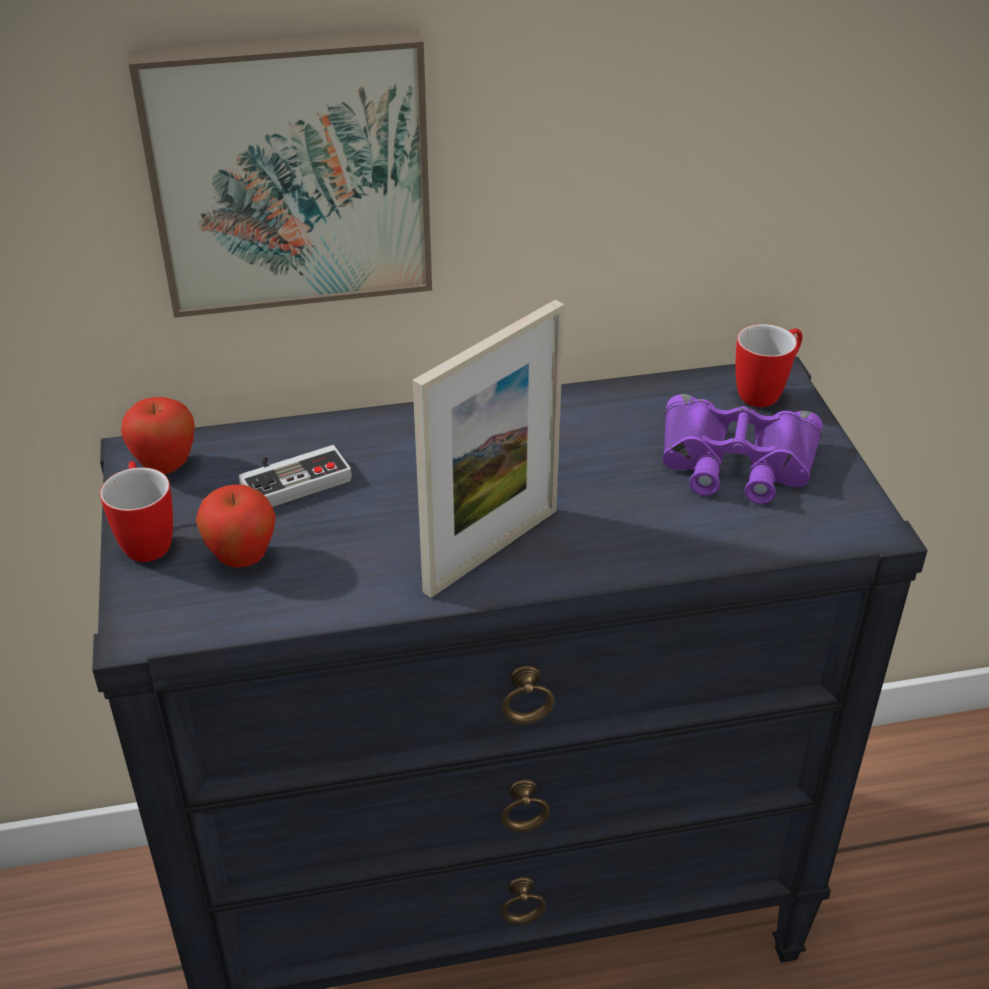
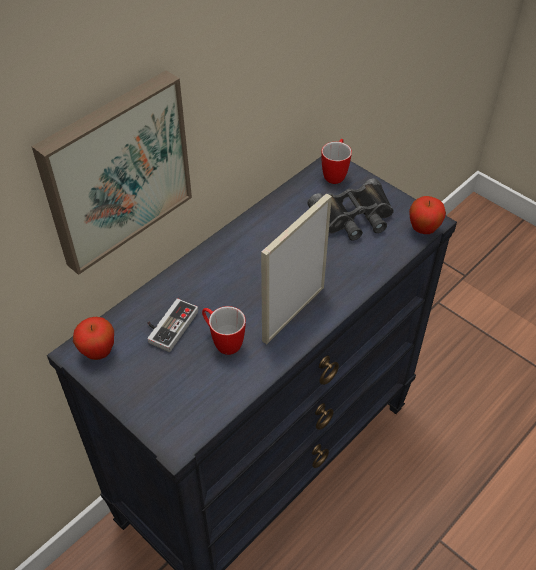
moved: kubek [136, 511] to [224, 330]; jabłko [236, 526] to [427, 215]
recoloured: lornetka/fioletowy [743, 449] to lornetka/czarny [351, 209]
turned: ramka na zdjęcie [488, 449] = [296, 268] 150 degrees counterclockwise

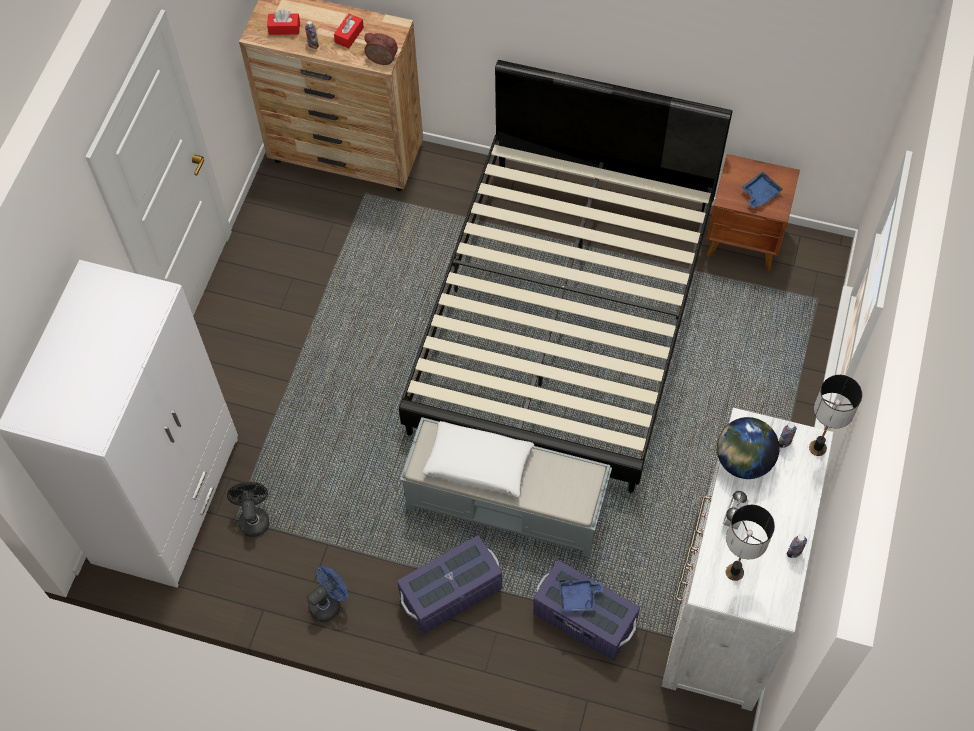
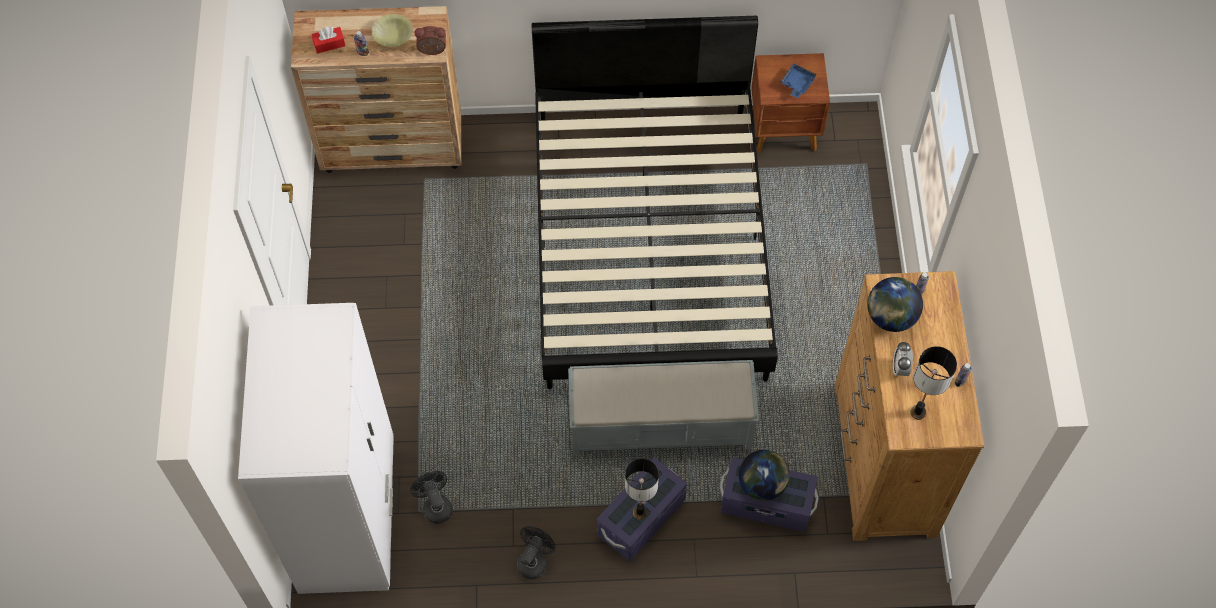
removed: poduszka/biały [478, 459]
moved: lampa stołowa [835, 415] to [642, 489]
replaced: pudełko chusteczek/czerwony [349, 31] to miska/żółty [392, 30]; taca/niebieski [581, 595] to globus [764, 475]
recoloured: wentylator/niebieski [327, 594] to wentylator/czarny [536, 553]; komoda/biały [747, 559] to komoda/brązowy [910, 406]

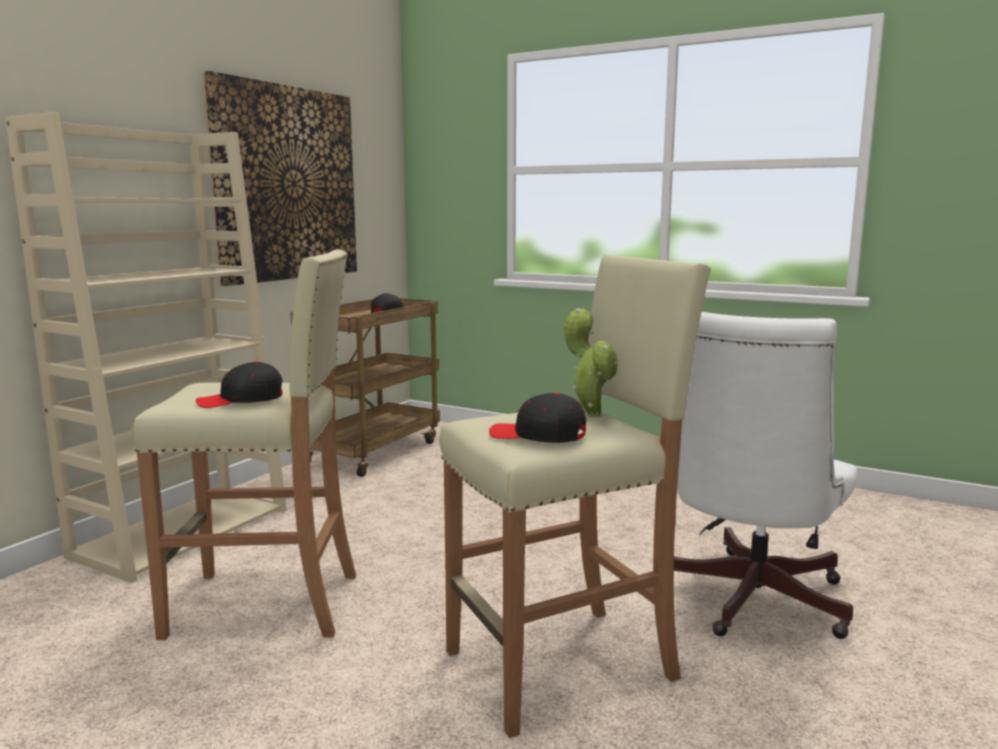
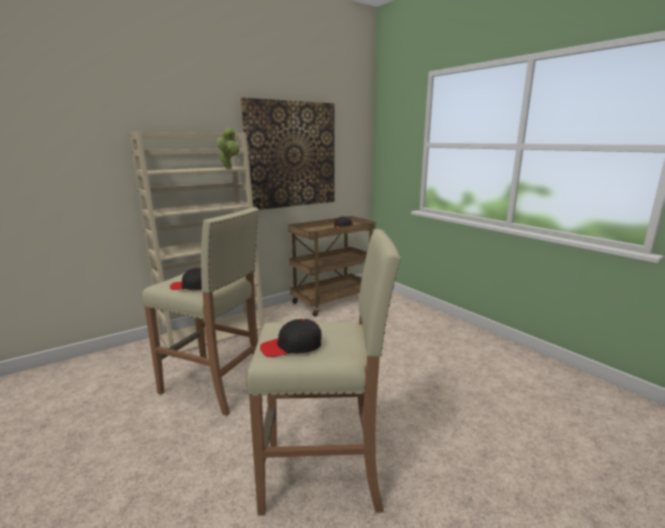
removed: krzesło biurowe/biały [765, 475]
moved: roślina doniczkowa [591, 362] to [228, 148]
turned: czapka z daszkiem/czarny [537, 417] = [290, 338] 60 degrees counterclockwise

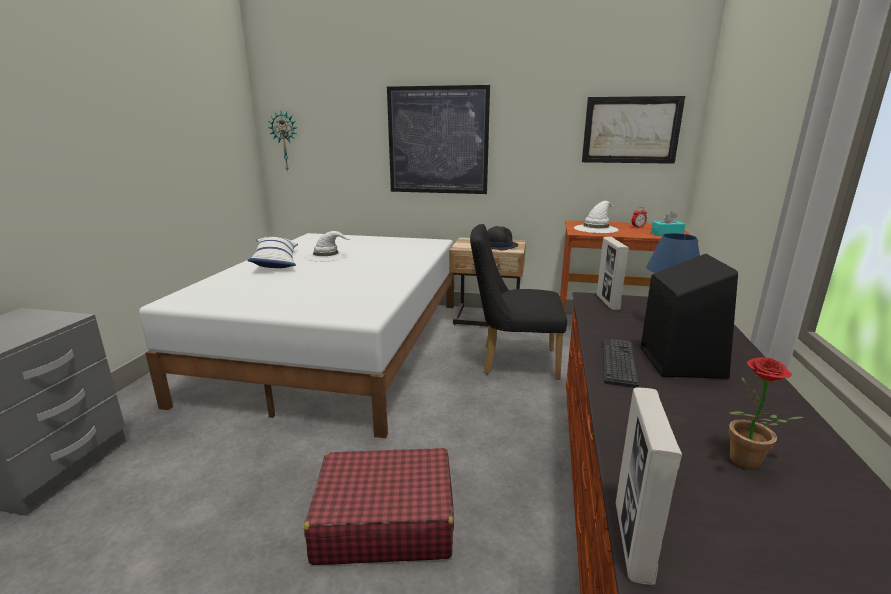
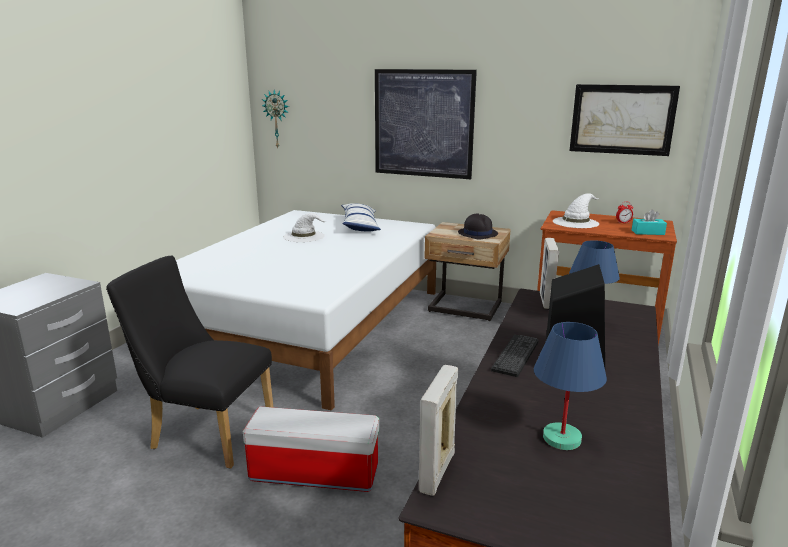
moved: poduszka [272, 252] to [361, 217]; krzesło/czarny [518, 302] to [190, 362]
replaced: walizka/czerwony [379, 506] to pojemnik do przechowywania [311, 449]; roślina doniczkowa [766, 413] to lampa stołowa/niebieski [570, 386]

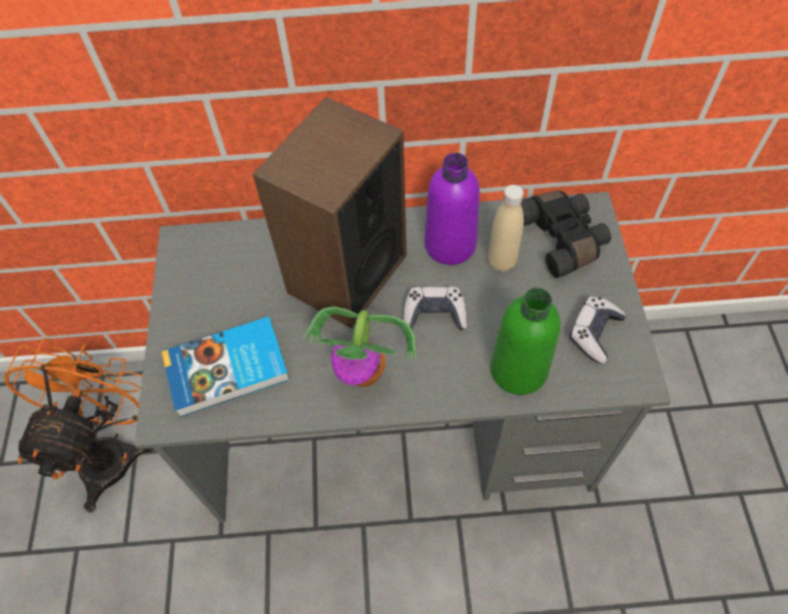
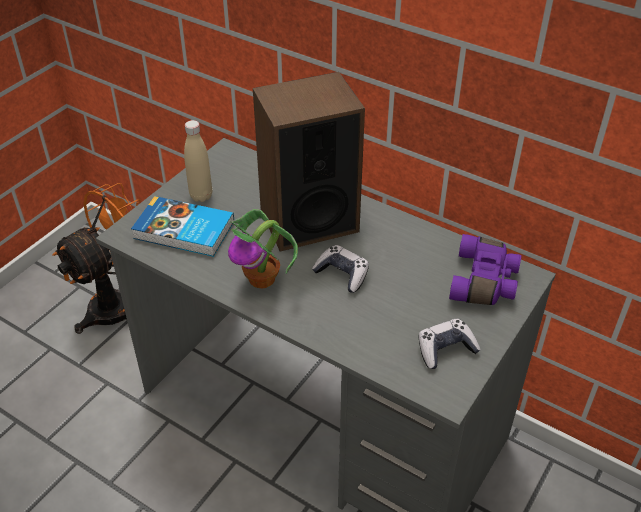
removed: butelka/fioletowy [452, 209]; butelka/zielony [525, 341]
moved: butelka/beżowy [506, 228] to [198, 161]
recoloured: lornetka/czarny [566, 234] to lornetka/fioletowy [485, 269]

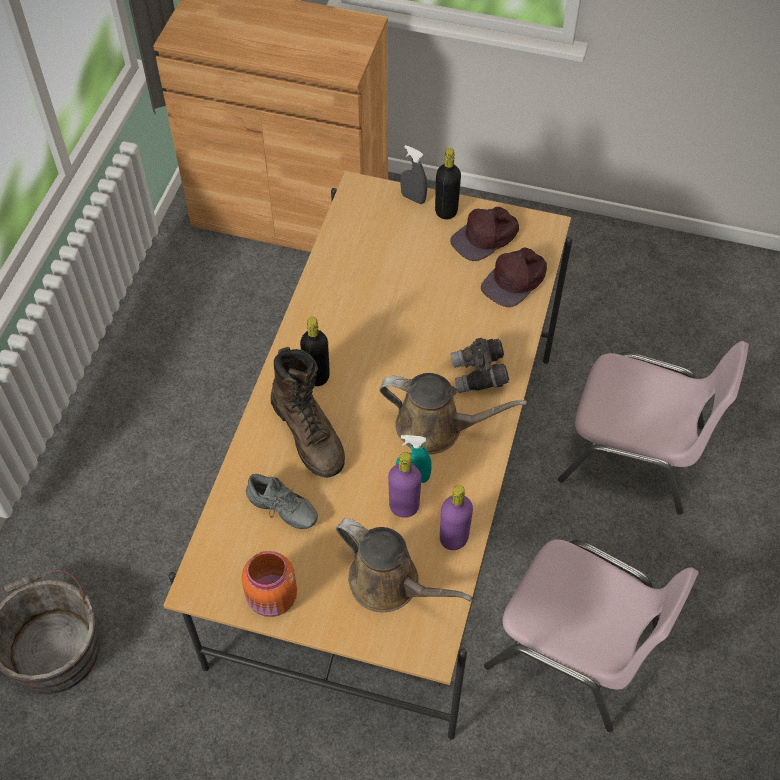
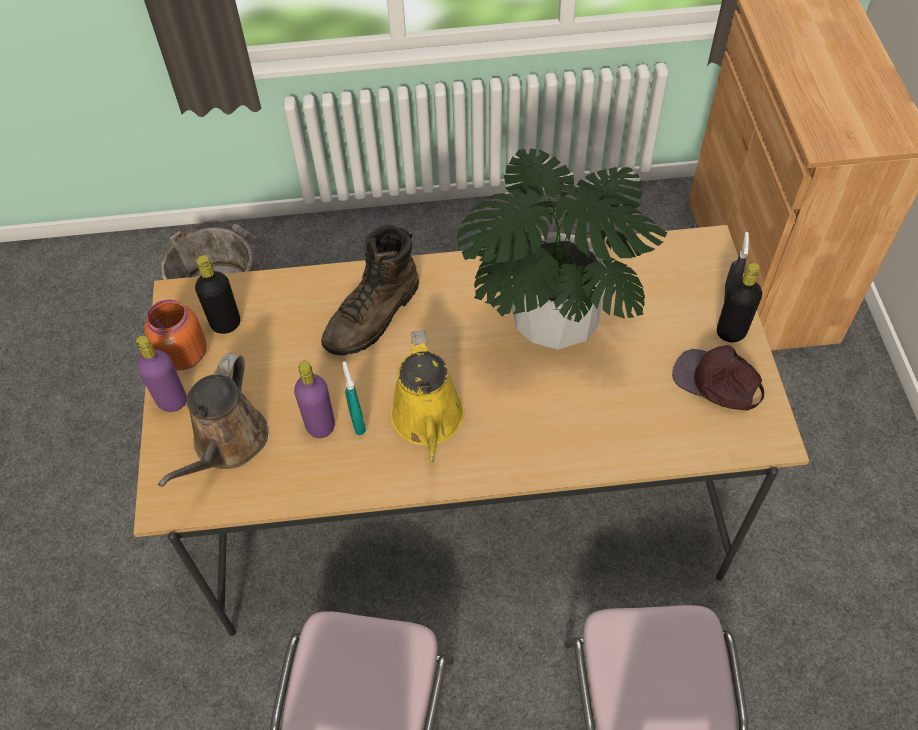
removed: but/szary [282, 501]; lornetka/szary [480, 365]; czapka z daszkiem/brązowy [514, 277]
added: roślina doniczkowa [561, 249]
moved: butelka/czarny [315, 351] to [217, 294]; butelka/fioletowy [456, 517] to [161, 374]
recoloured: konewka/brązowy [453, 413] to konewka/żółty [427, 396]

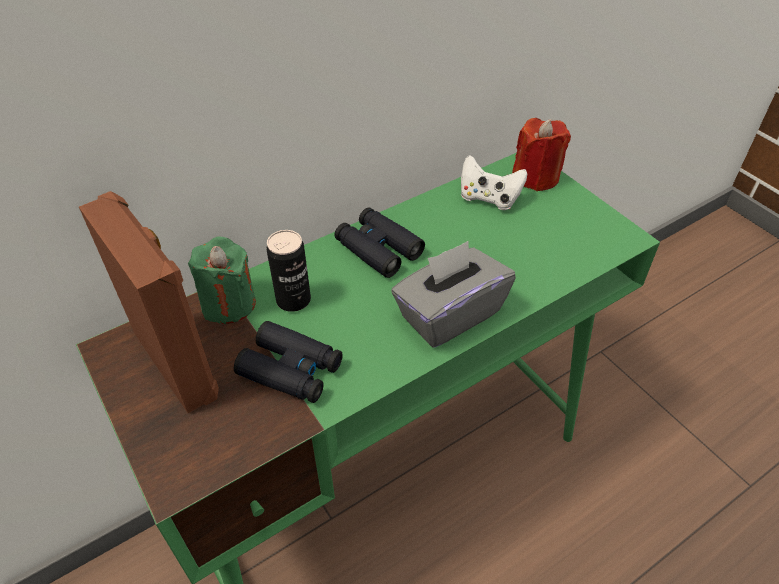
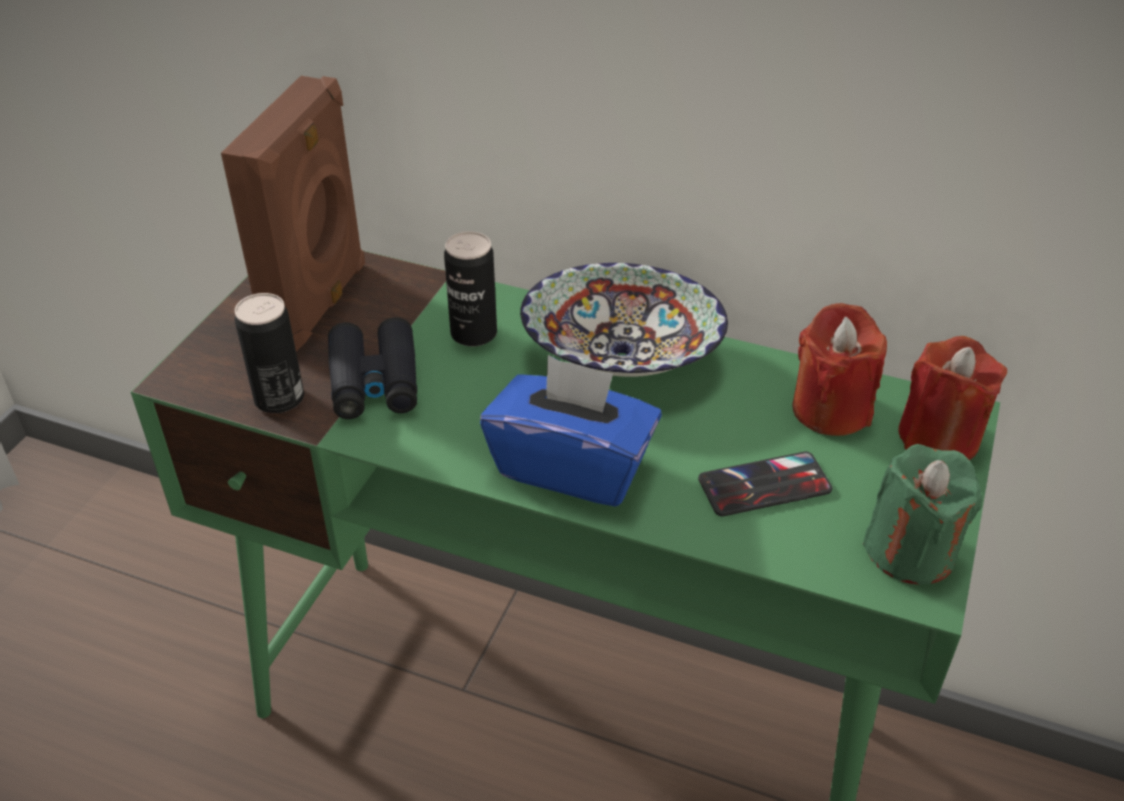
added: puszka [269, 353]; telefon [765, 484]
moved: świeca/zielony [222, 280] to [922, 514]
replaced: lornetka/czarny [380, 242] to miska [624, 320]; pad do gier/biały [494, 182] to świeca/czerwony [839, 369]
recoloured: pudełko chusteczek/szary [453, 294] to pudełko chusteczek/niebieski [571, 431]

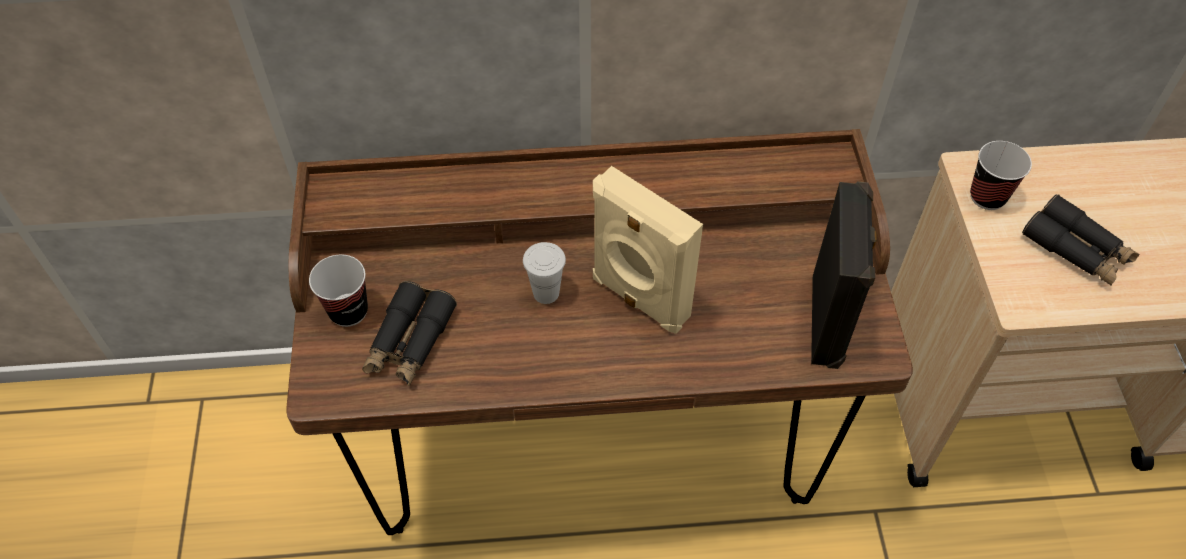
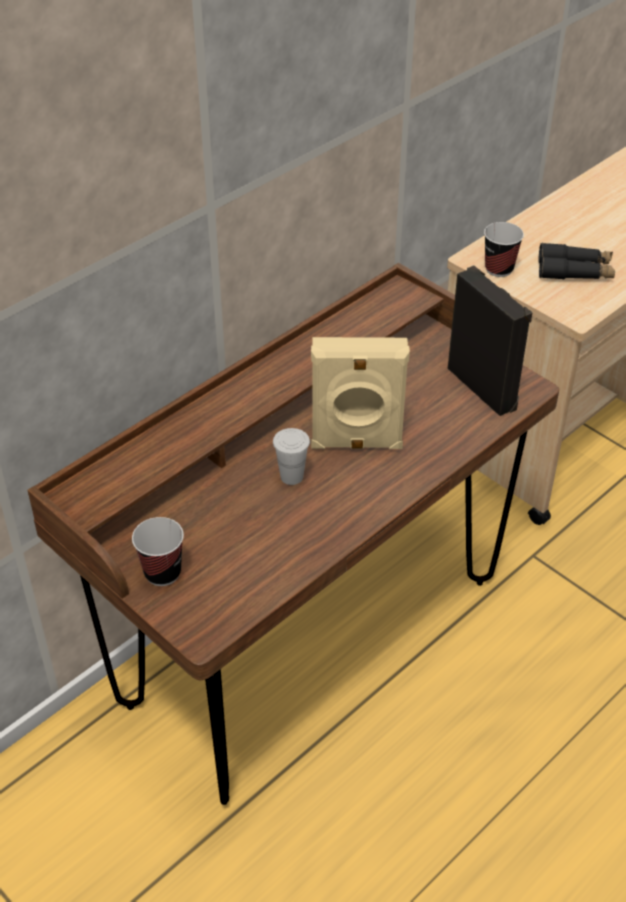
removed: lornetka/czarny [409, 333]

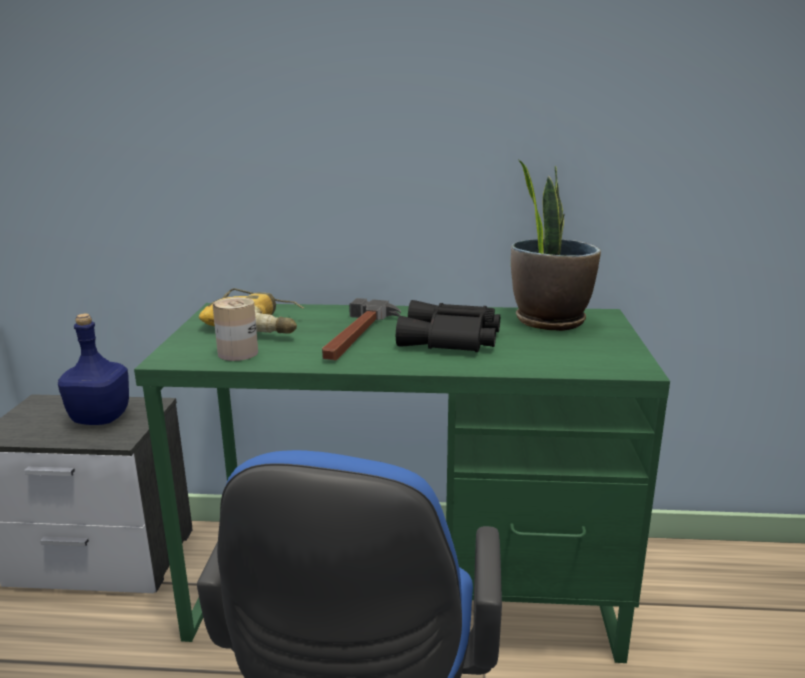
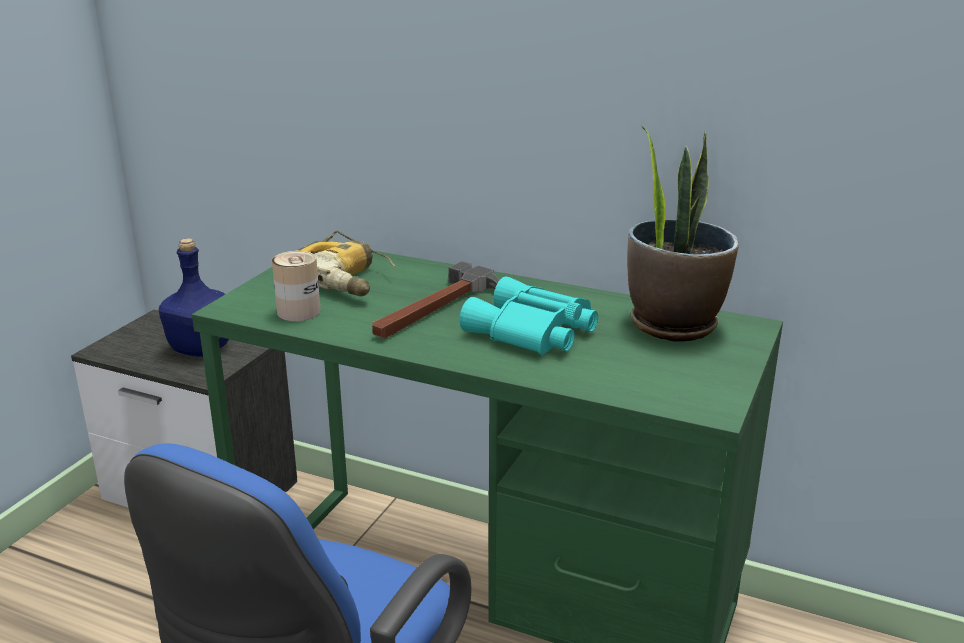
recoloured: lornetka/czarny [448, 326] to lornetka/turkusowy [529, 315]

